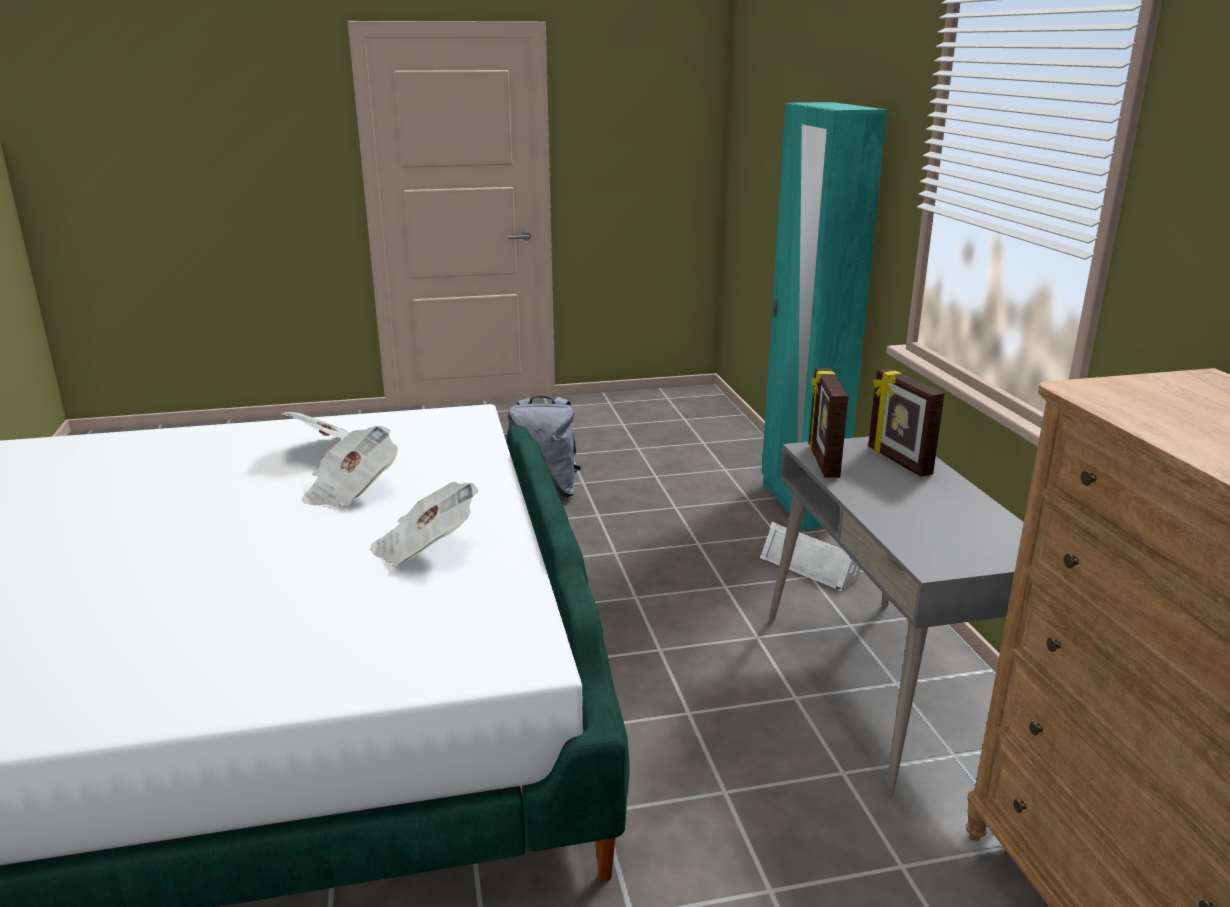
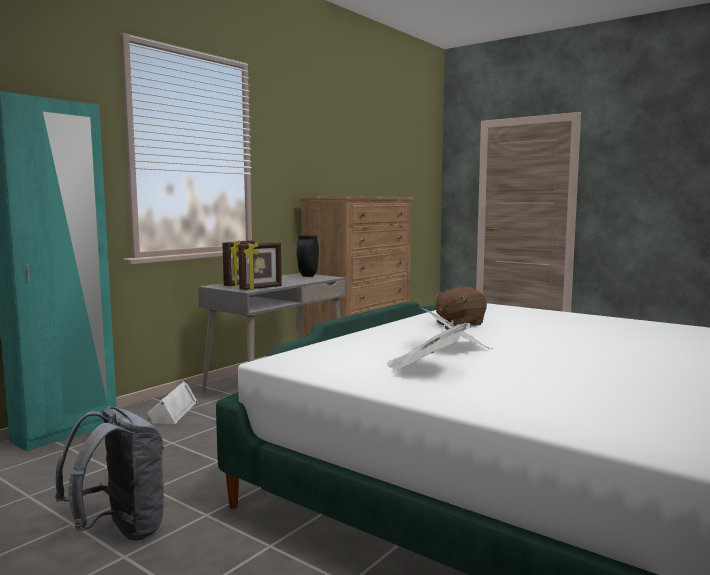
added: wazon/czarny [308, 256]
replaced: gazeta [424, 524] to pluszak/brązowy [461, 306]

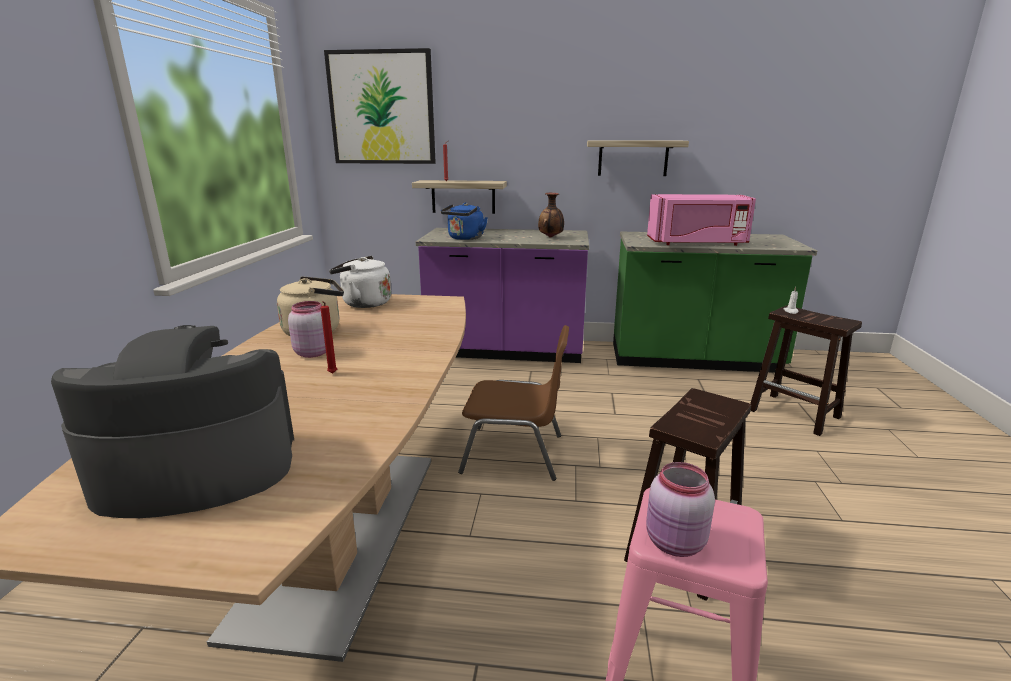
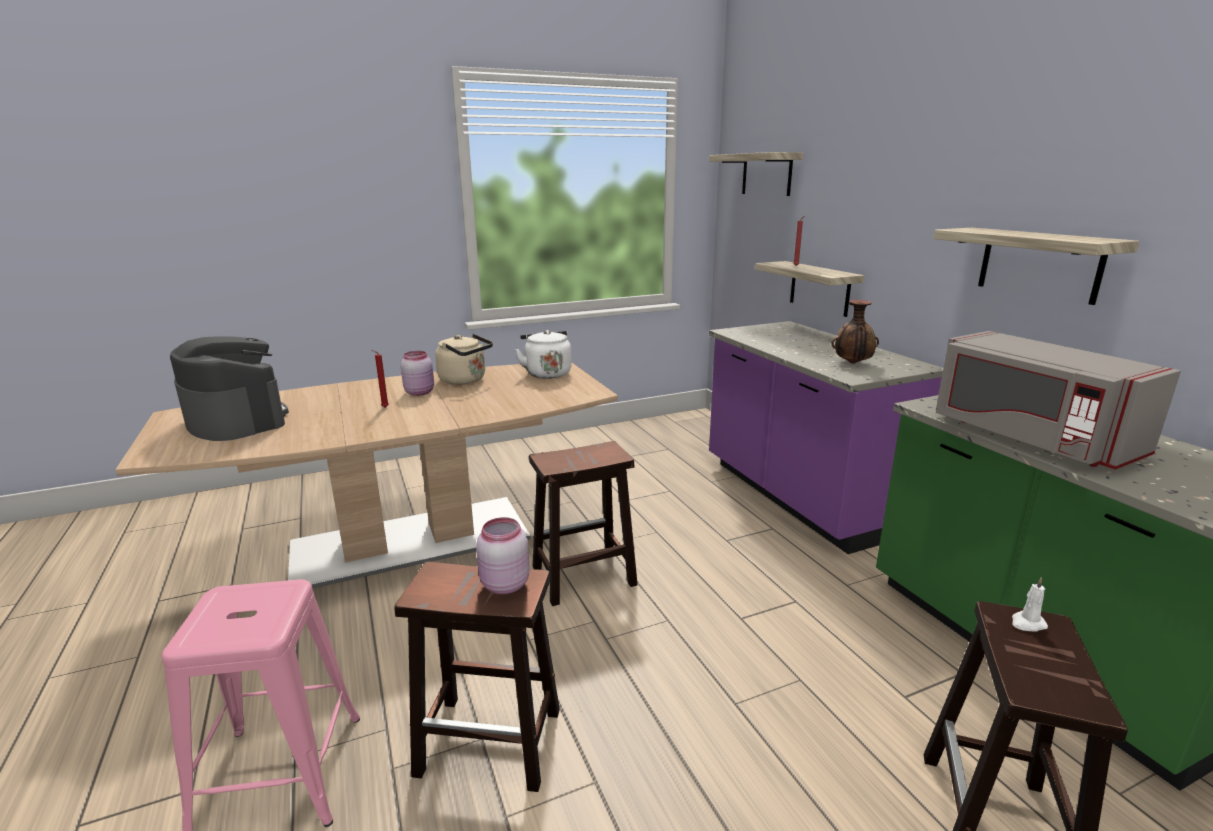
removed: czajnik/niebieski [464, 221]
moved: słoik/różowy [680, 509] to [503, 555]
replaced: obraz [380, 106] to półka [756, 174]; krzesło/brązowy [513, 403] to stołek/brązowy [583, 523]
recoloured: mikrofalówka/różowy [701, 220] to mikrofalówka/szary [1058, 400]

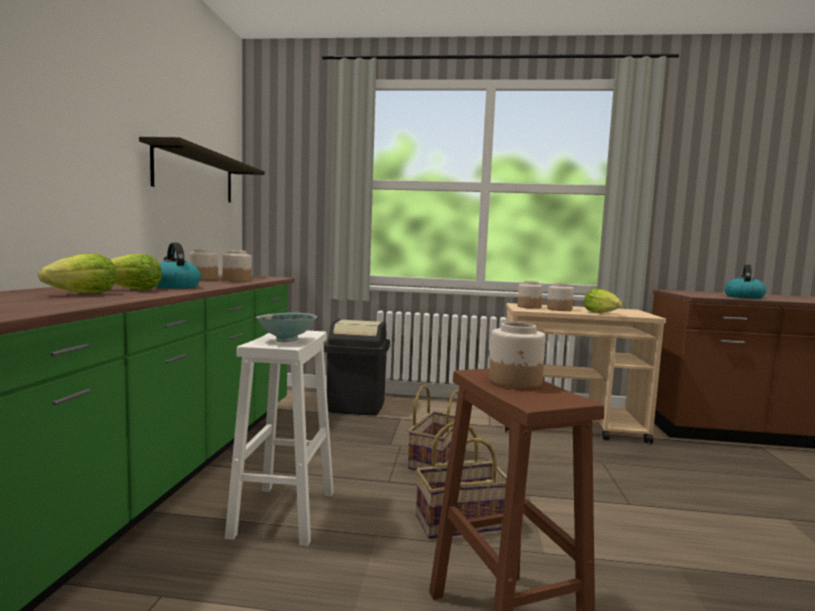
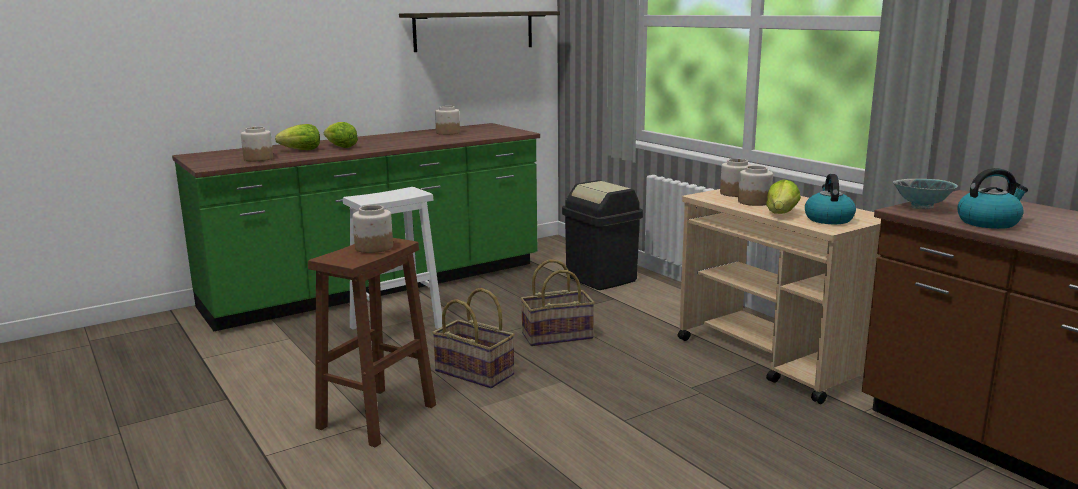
moved: czajnik [178, 265] to [830, 199]; słoik [237, 266] to [257, 144]; miska [286, 327] to [925, 194]

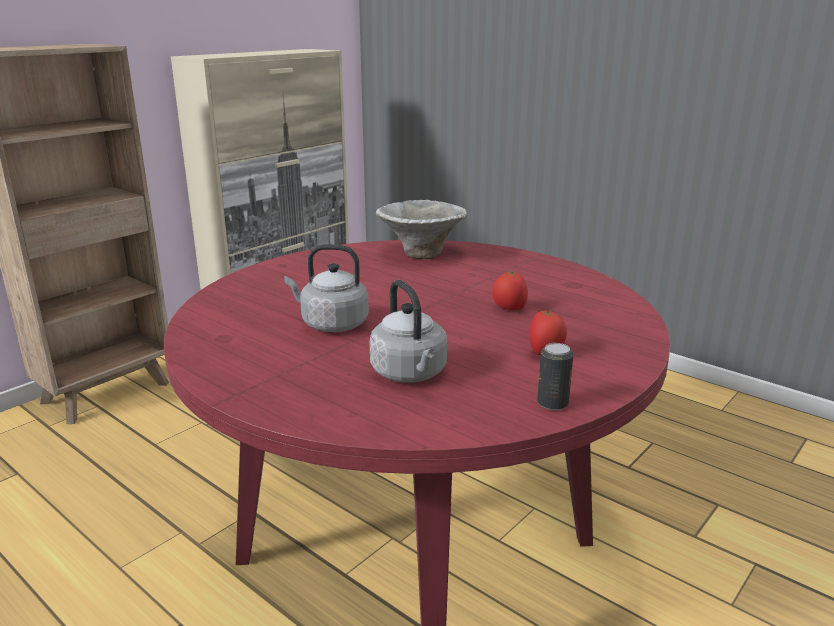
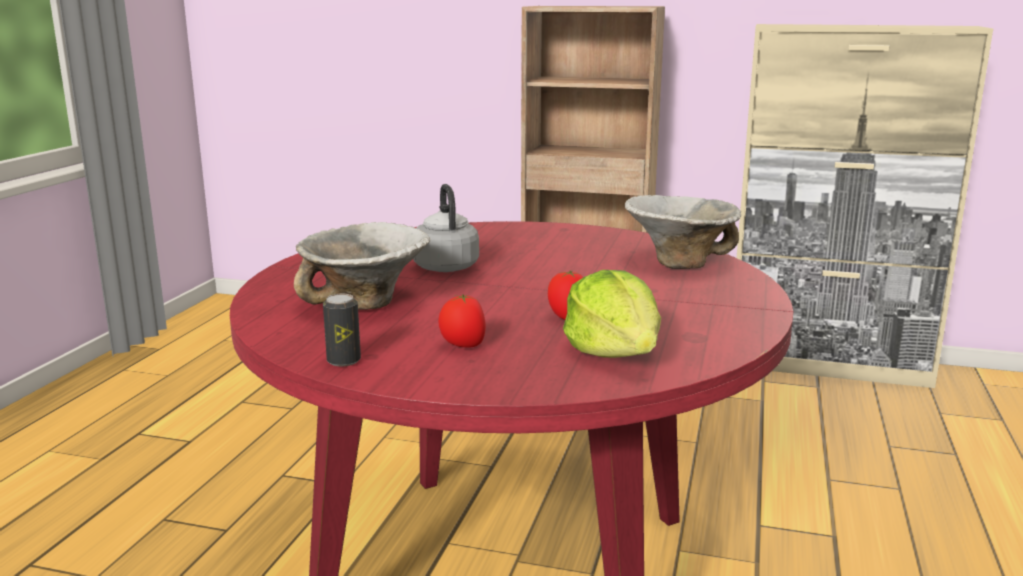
added: sałata [612, 314]
replaced: czajnik/szary [408, 331] to miska [362, 266]

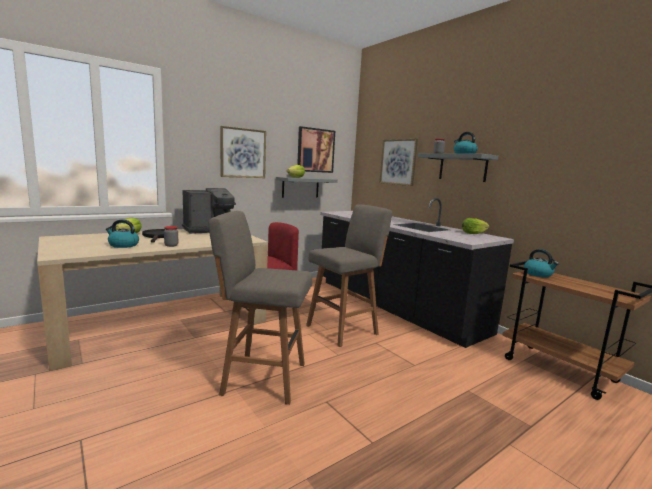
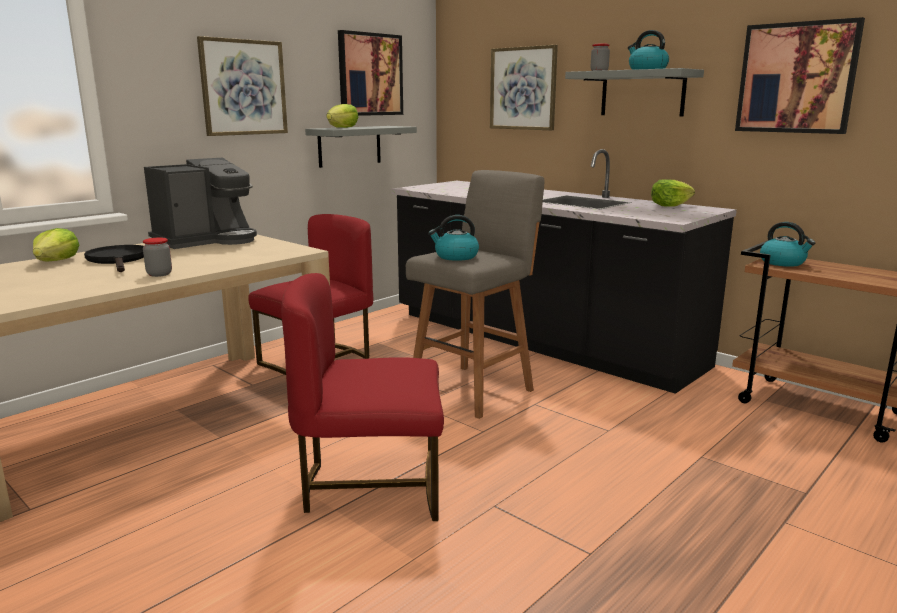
added: obraz [800, 75]
moved: czajnik [122, 233] to [453, 238]
replaced: stołek/szary [260, 308] to krzesło/czerwony [362, 397]

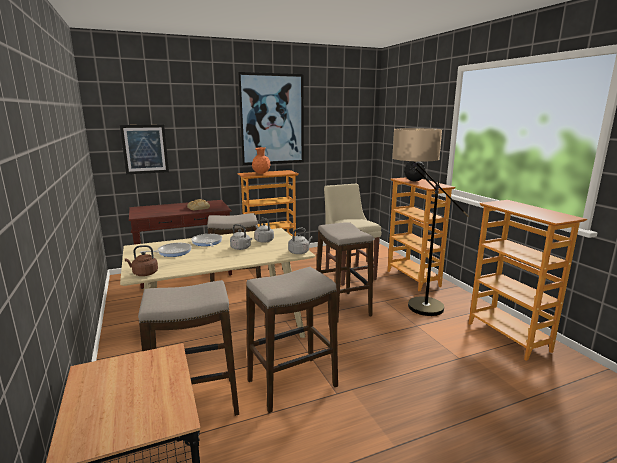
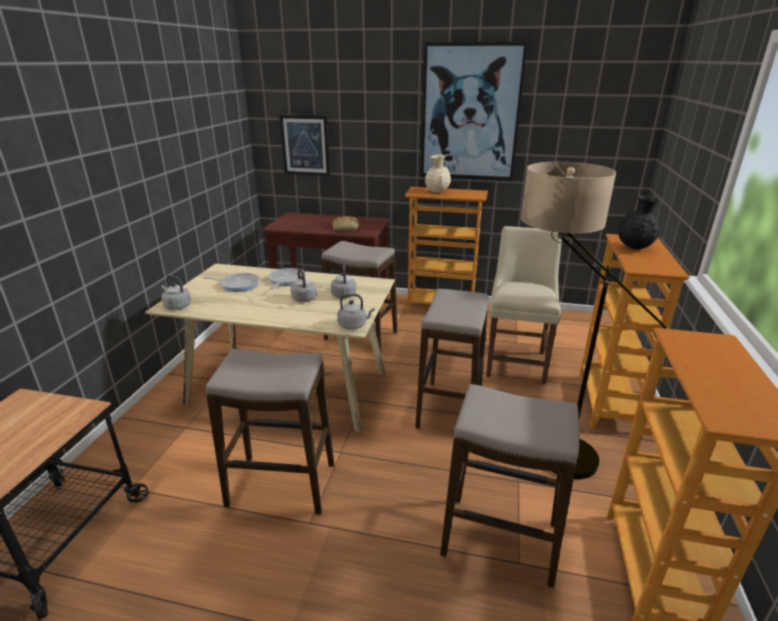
moved: stołek [188, 348] to [509, 486]
recoloured: czajnik/brązowy [141, 260] to czajnik/szary [176, 292]; wazon/pomarańczowy [261, 160] to wazon/beżowy [438, 174]

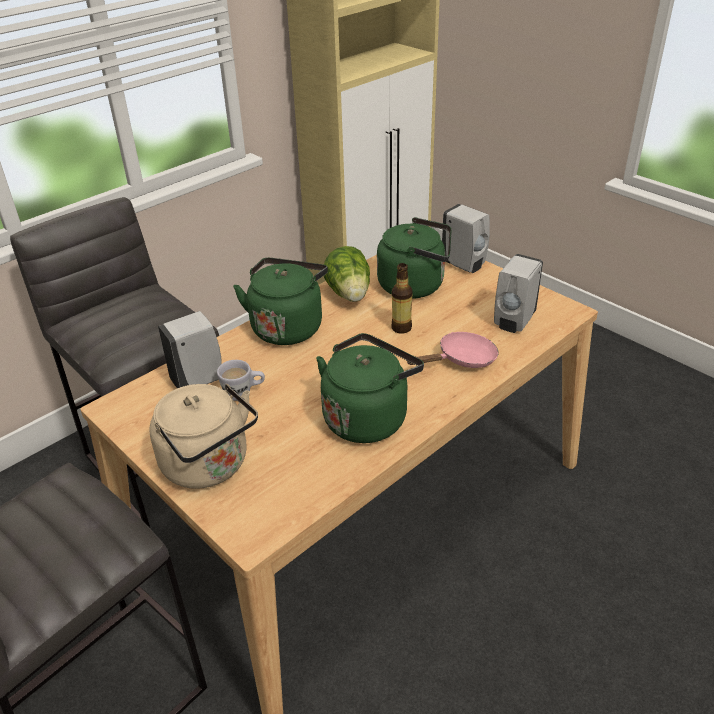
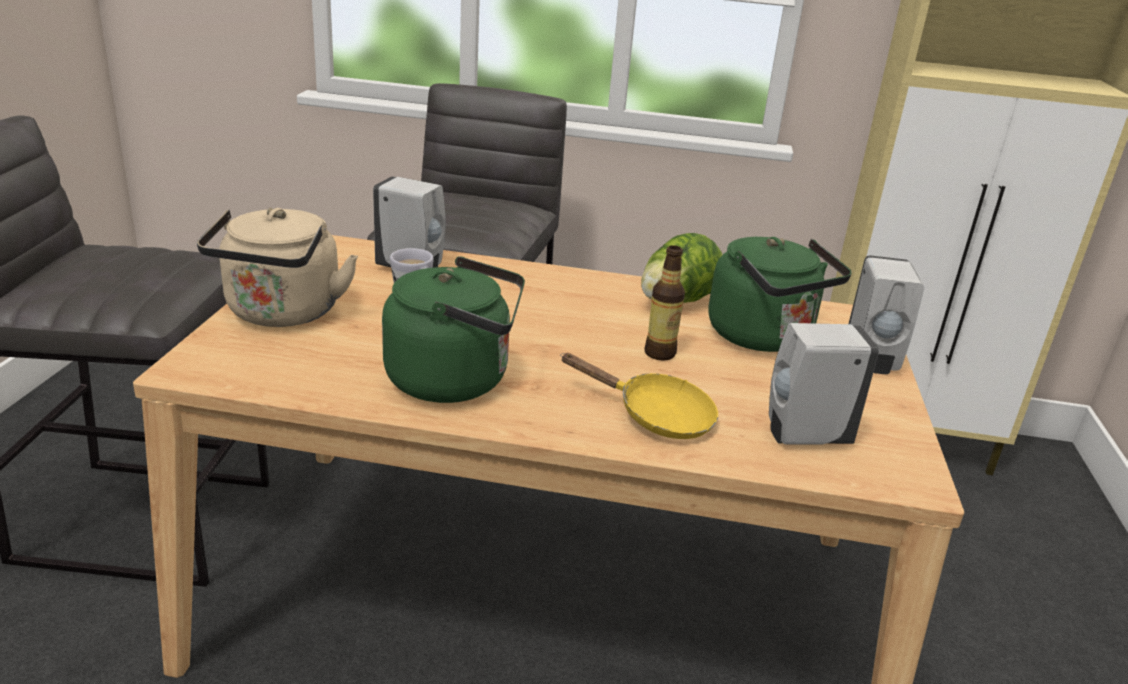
removed: czajnik/zielony [280, 301]
recoloured: patelnia/różowy [452, 350] to patelnia/żółty [639, 396]

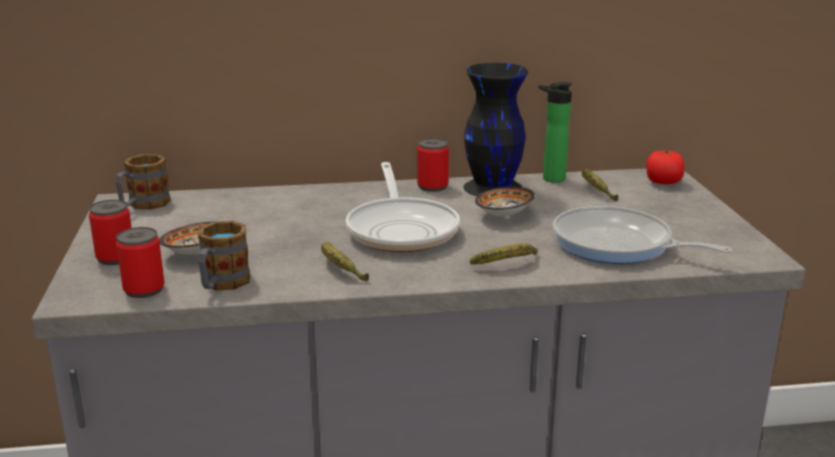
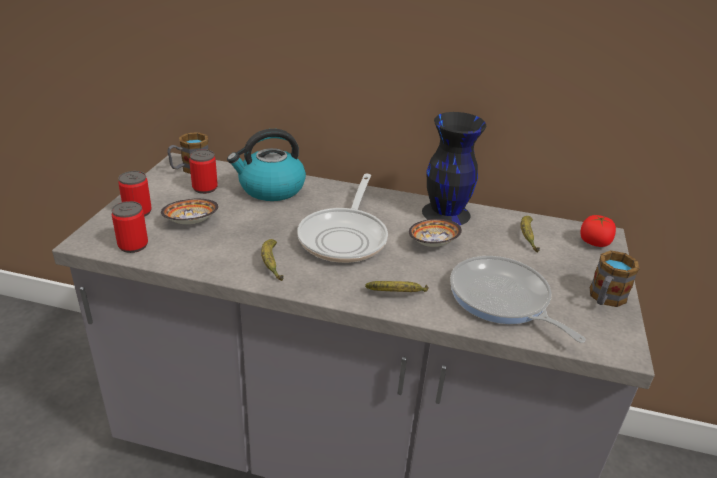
removed: butelka [555, 132]
added: czajnik [266, 165]
moved: kubek [224, 256] to [614, 278]; puszka [433, 165] to [203, 172]

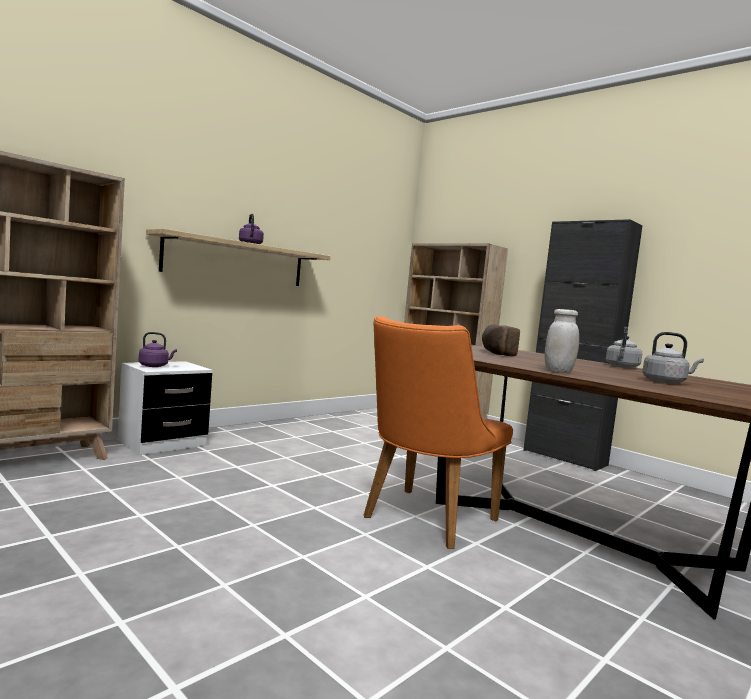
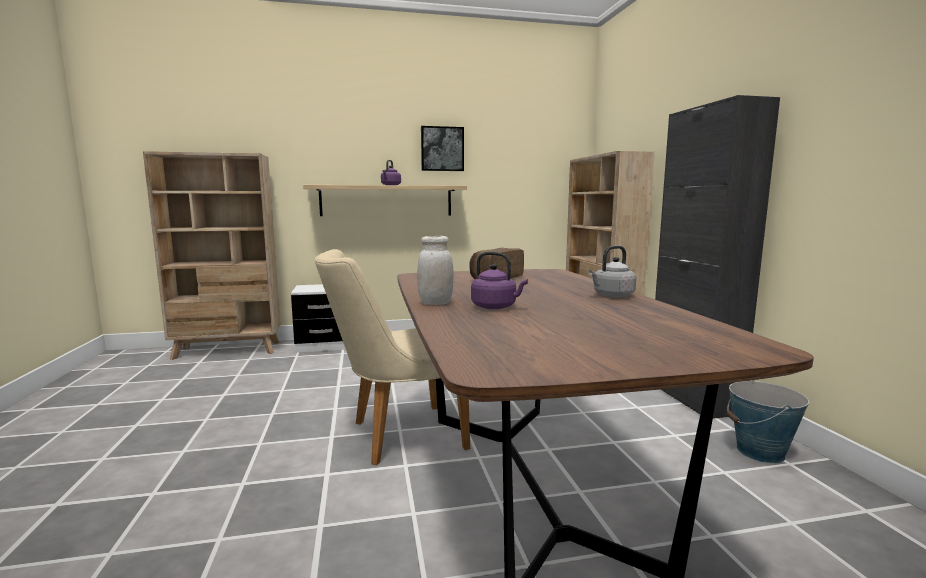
removed: czajnik/szary [673, 358]
added: obraz [442, 148]; wiadro [767, 421]
moved: czajnik/fioletowy [158, 349] to [499, 280]
recoloured: krzesło/pomarańczowy [438, 432] to krzesło/beżowy [392, 357]

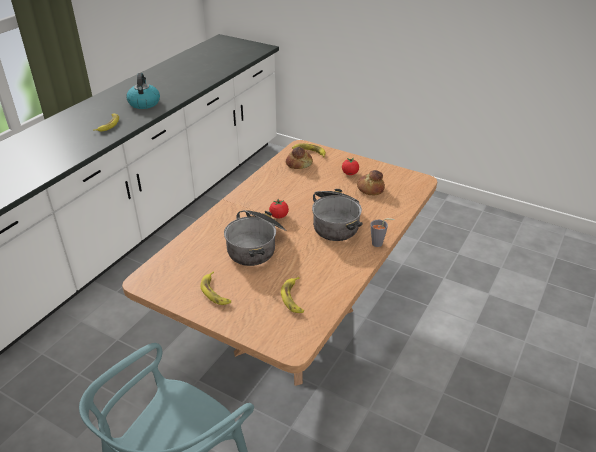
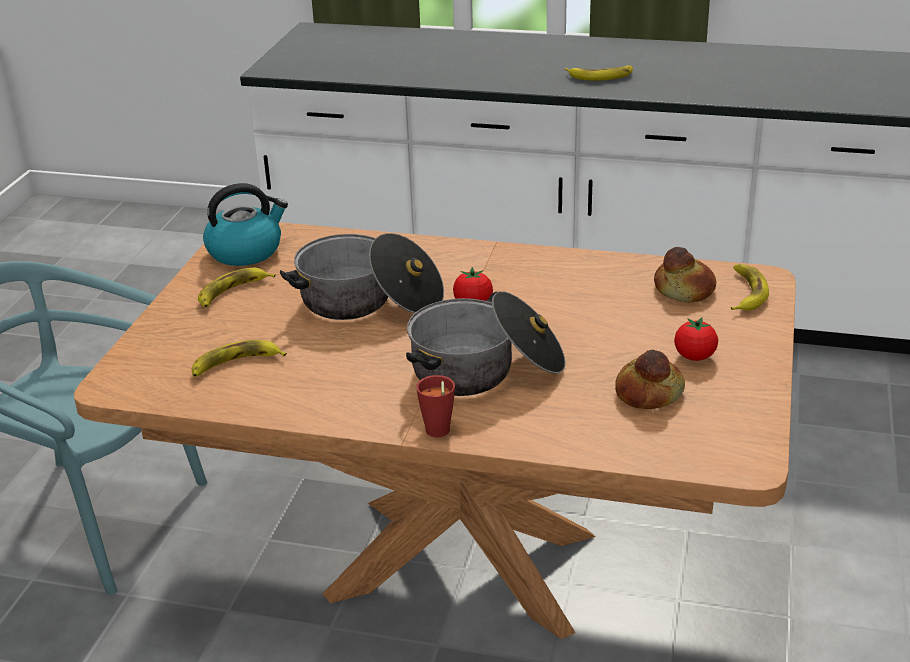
moved: czajnik [143, 91] to [245, 224]
recoloured: filiżanka/szary [382, 232] to filiżanka/czerwony [435, 406]

